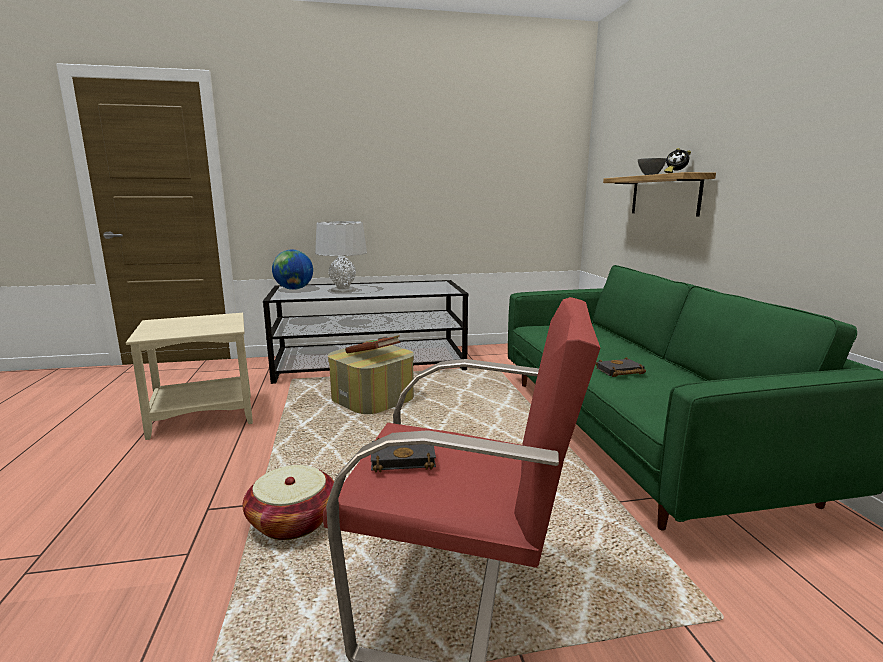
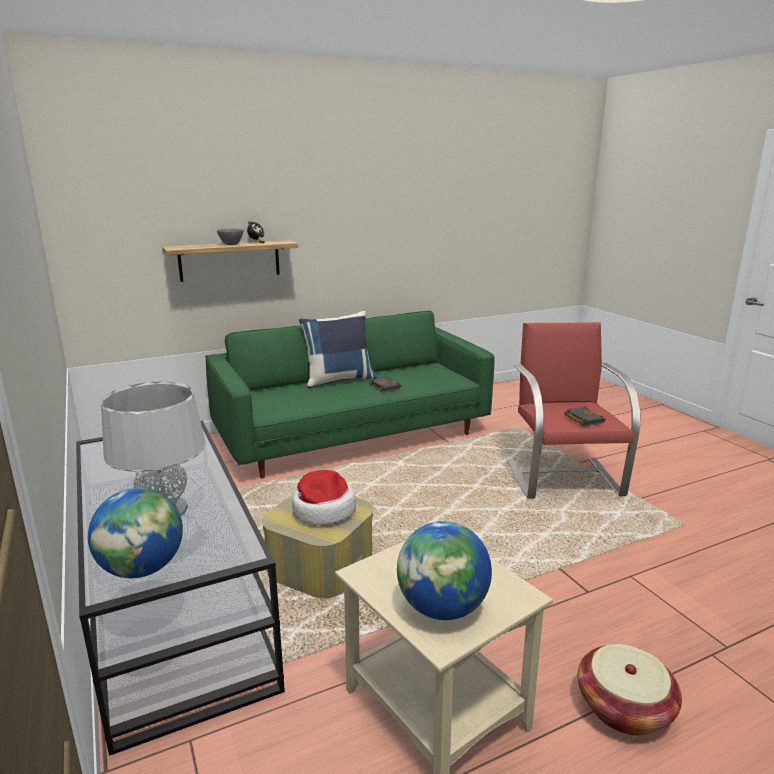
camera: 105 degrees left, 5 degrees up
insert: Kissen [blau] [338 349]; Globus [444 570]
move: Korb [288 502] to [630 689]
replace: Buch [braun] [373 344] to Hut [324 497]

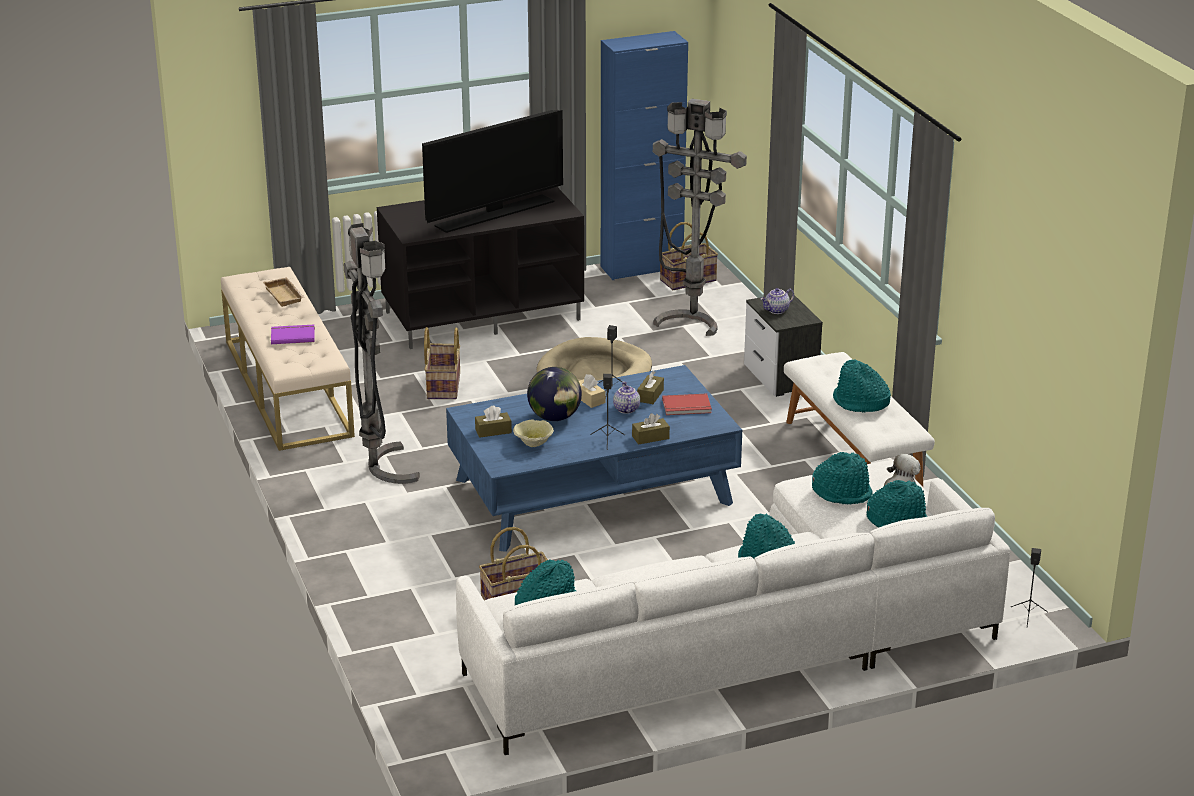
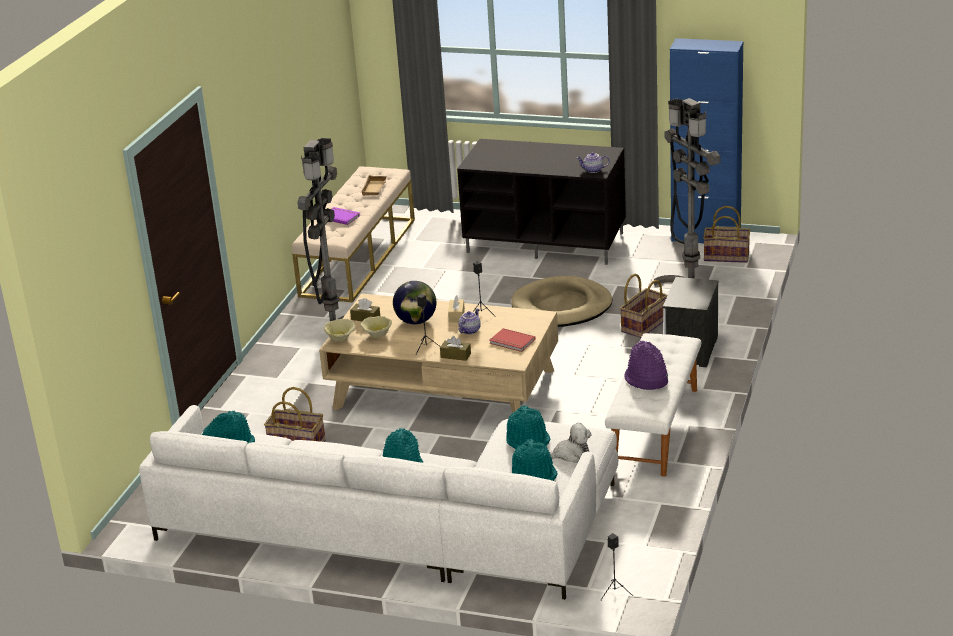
camera: 40 degrees right, 0 degrees up
delete: Fernseher [492 171]; Taschentuchbox [braun] [650 387]
insert: Schüssel [beige] [340 330]
move: Korb [442 363] to [644 306]; Teekanne [777 301] to [593 162]
recolor: Couchtisch [blau] [594 458] to Couchtisch [beige] [438 352]; Hut [türkis] [862 386] to Hut [lila] [646 365]

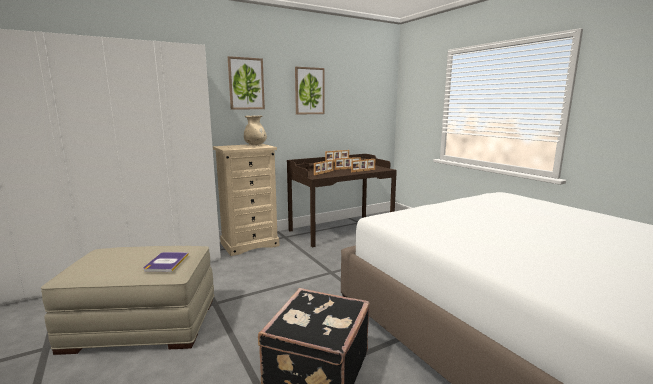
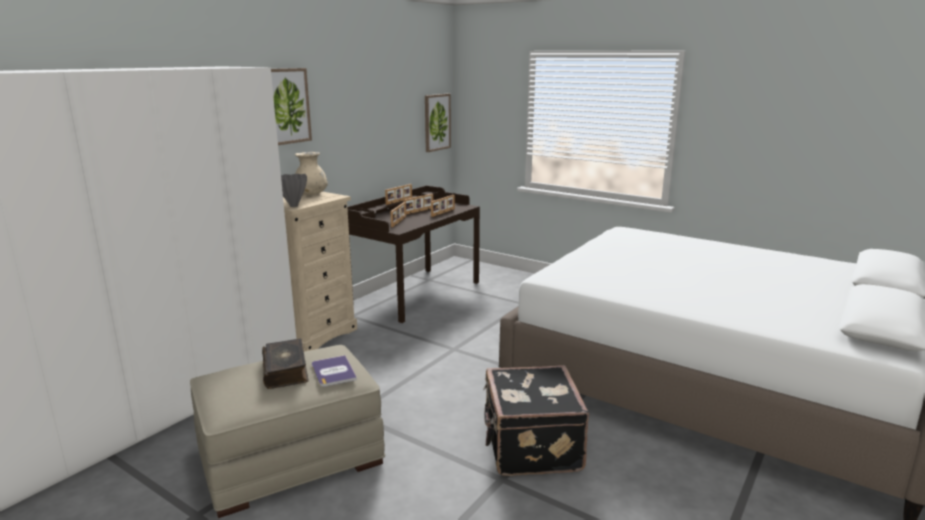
camera: 25 degrees left, 5 degrees up
insert: Buch [285 363]; Vase [grau] [294 190]
move: Bild [310 91] to [438 123]

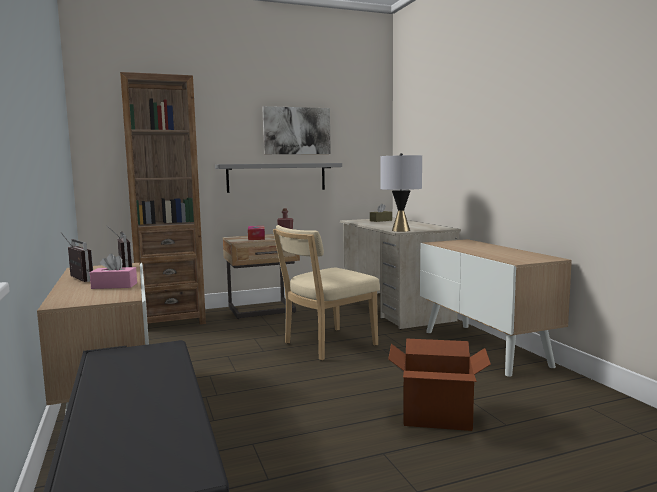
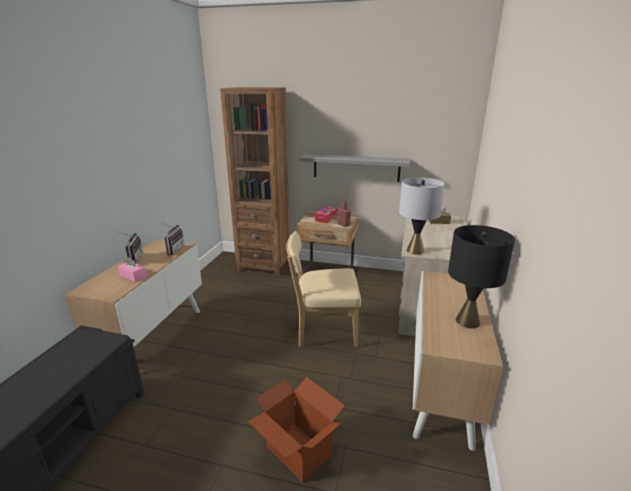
camera: 35 degrees right, 15 degrees up
delete: Bild [296 130]
insert: Tischlampe [schwarz] [481 276]

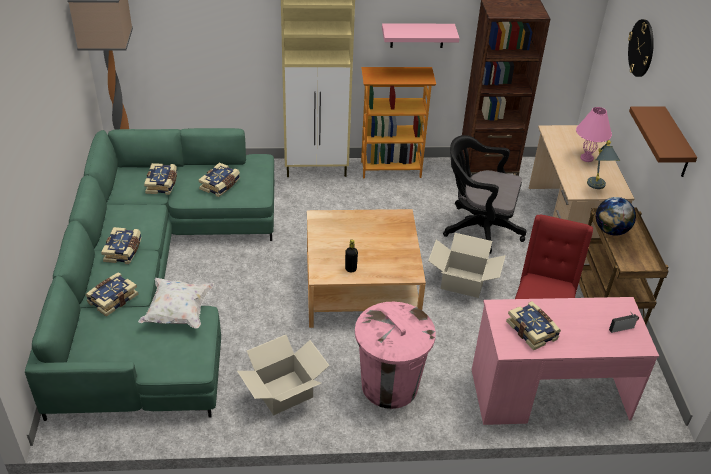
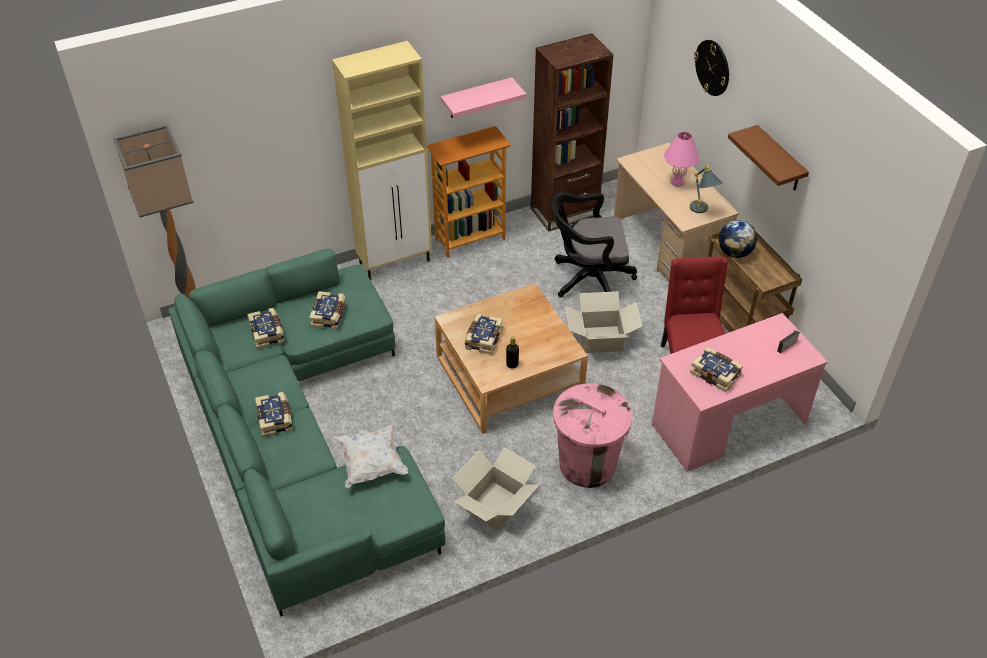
camera: 20 degrees left, 5 degrees up
move: Buch [112 294] to [484 334]

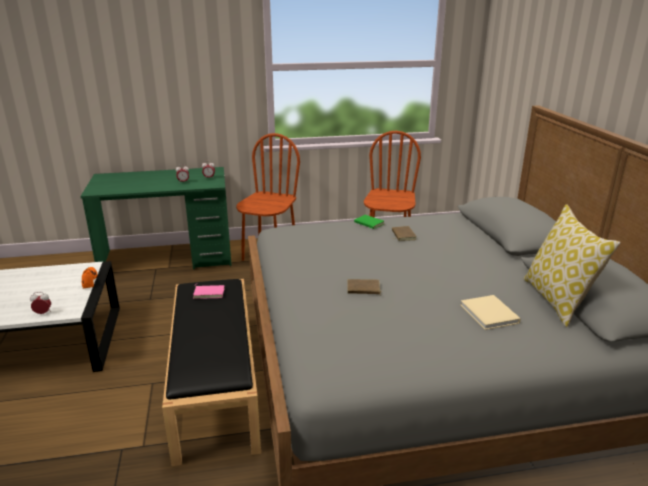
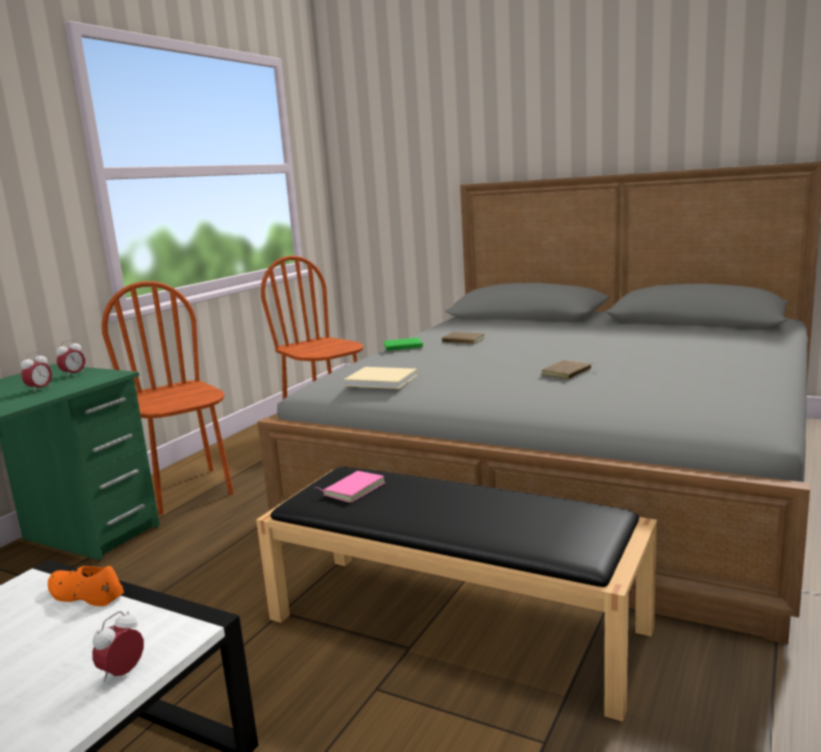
camera: 50 degrees left, 10 degrees down
delete: Kissen [571 265]
move: Buch [beige] [491 312] to [381 378]

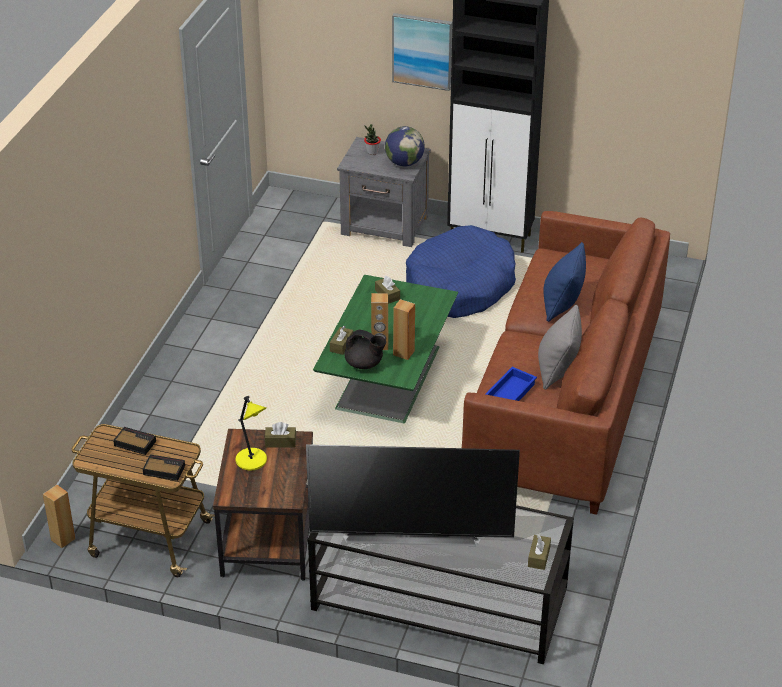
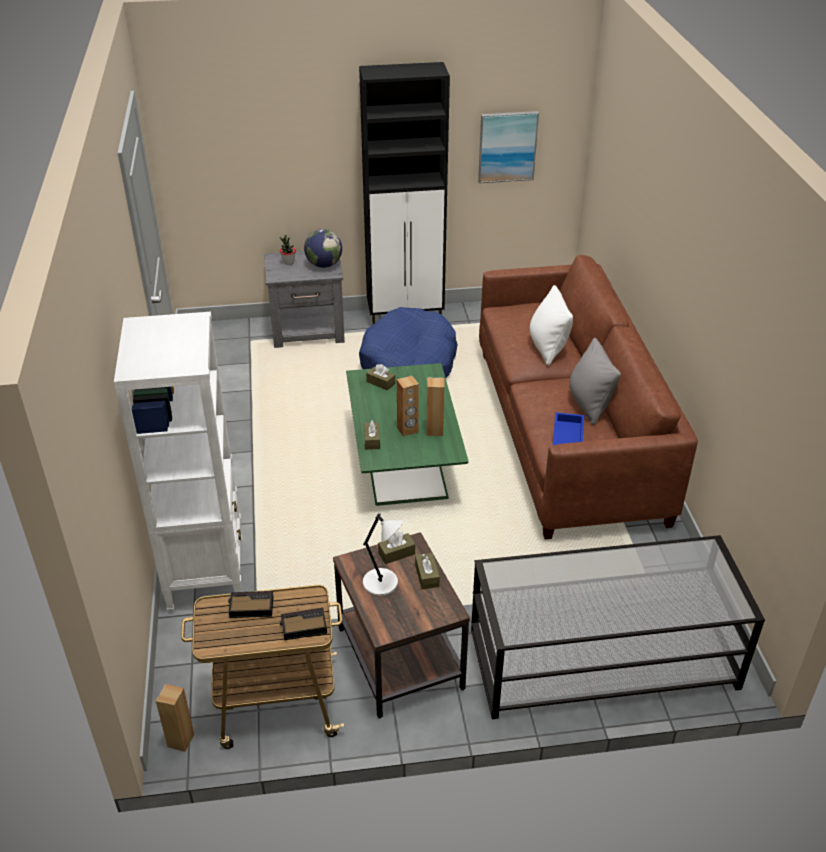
camera: 25 degrees left, 0 degrees up
delete: Fernseher [413 495]; Teekanne [schwarz] [365 349]
insert: Bücherregal [weiß] [178 462]
move: Bild [422 52] to [508 147]; Taschentuchbox [braun] [539 552] to [427 571]
recolor: Tischlampe [gelb] [251 433] to Tischlampe [weiß] [383 554]; Kissen [blau] [564 282] to Kissen [weiß] [551 325]

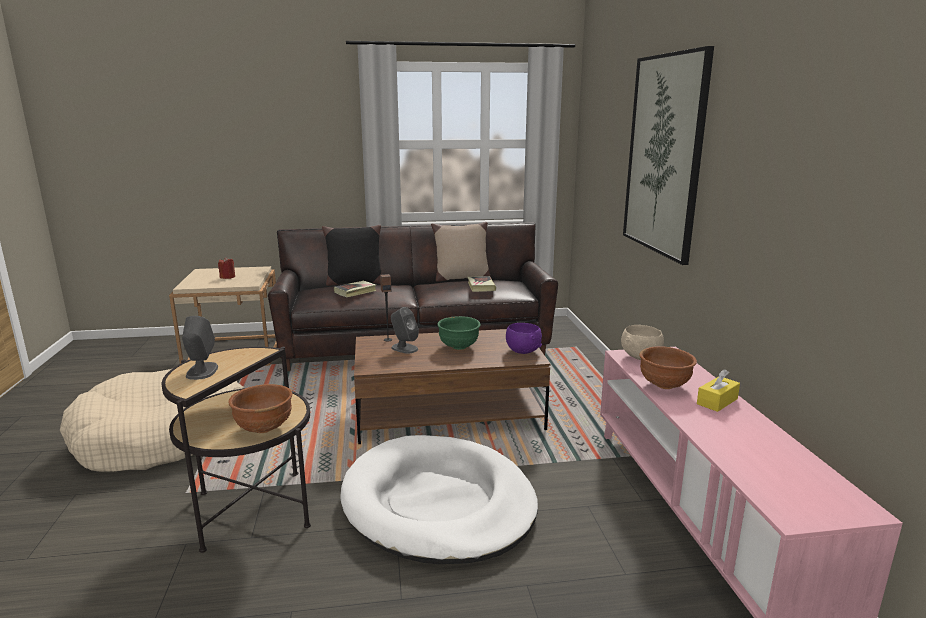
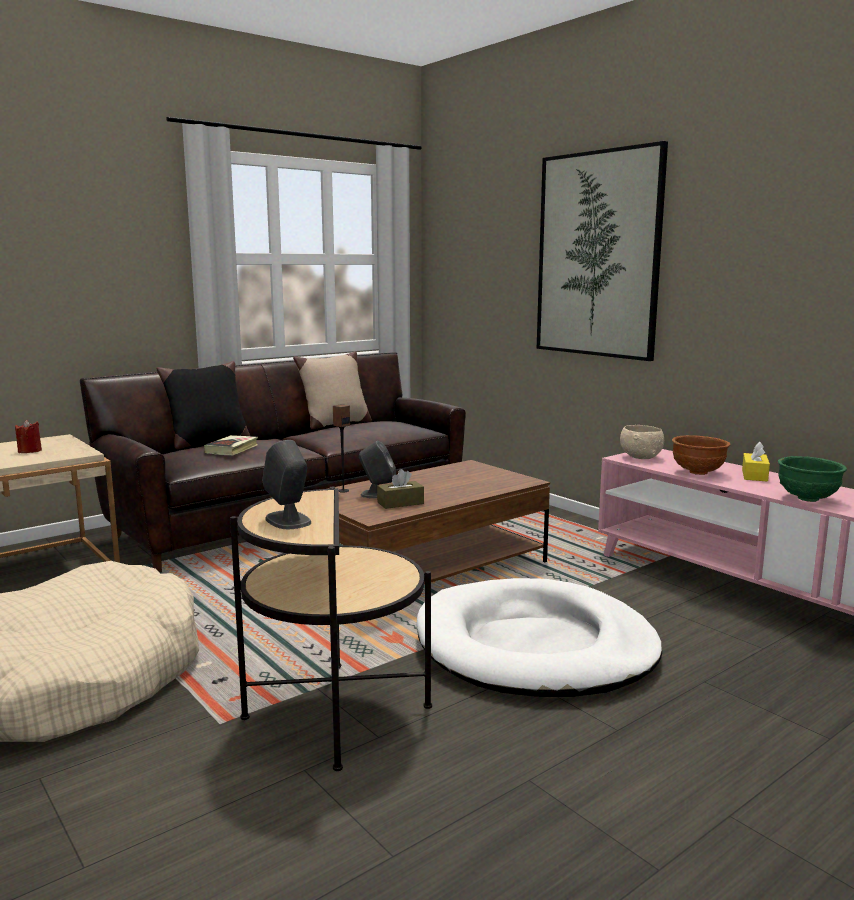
camera: 30 degrees left, 5 degrees down
delete: Schüssel [braun] [260 408]; Buch [481 284]; Schüssel [lila] [524 338]
insert: Taschentuchbox [braun] [400 489]
move: Schüssel [grün] [459 333] to [812 479]

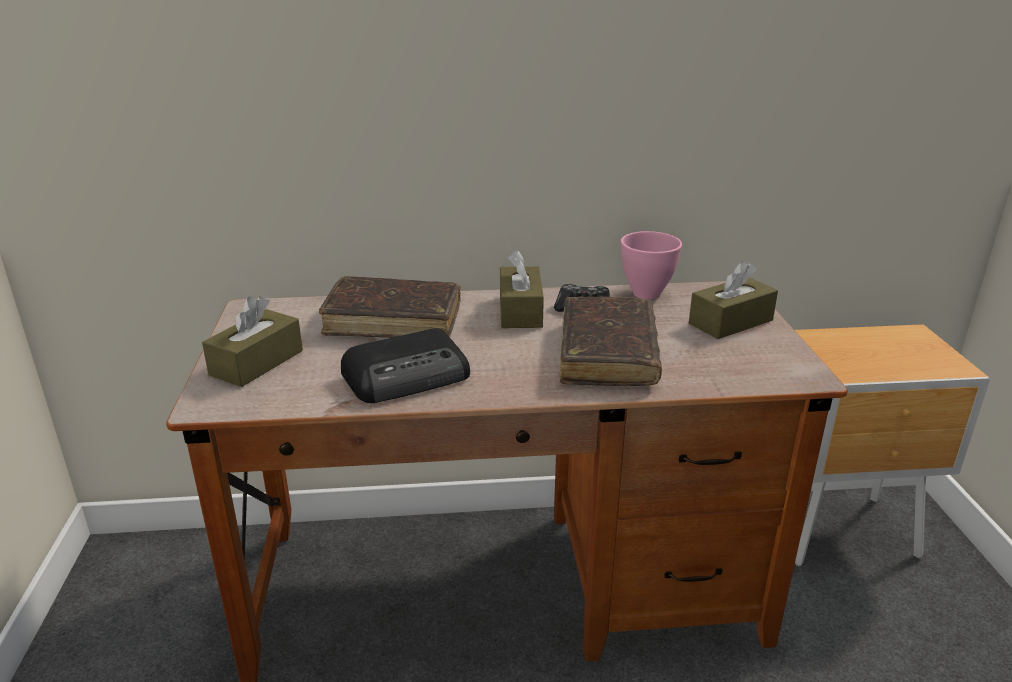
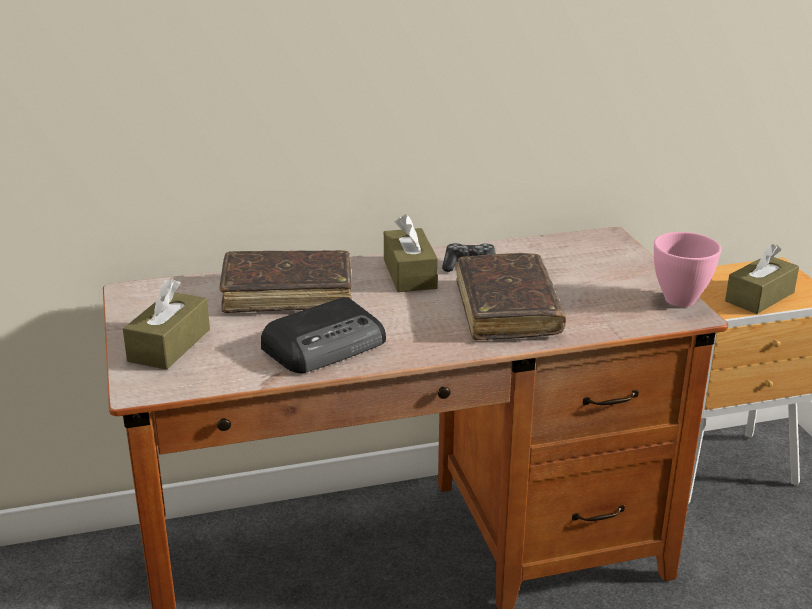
camera: 10 degrees left, 0 degrees up
move: Schüssel [rosa] [651 265] to [687 269]; Taschentuchbox [braun] [733 300] to [762 279]

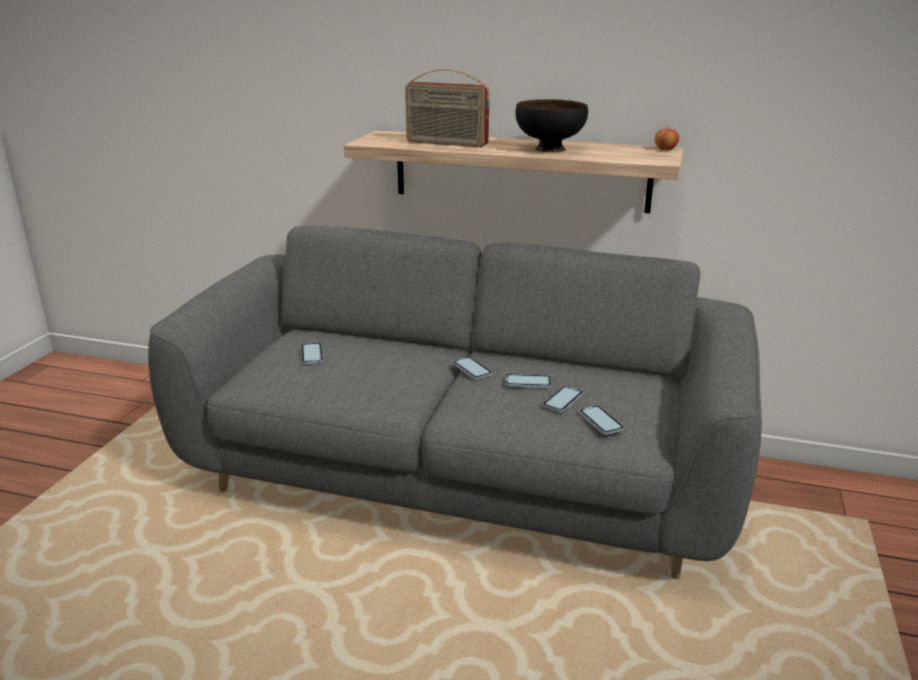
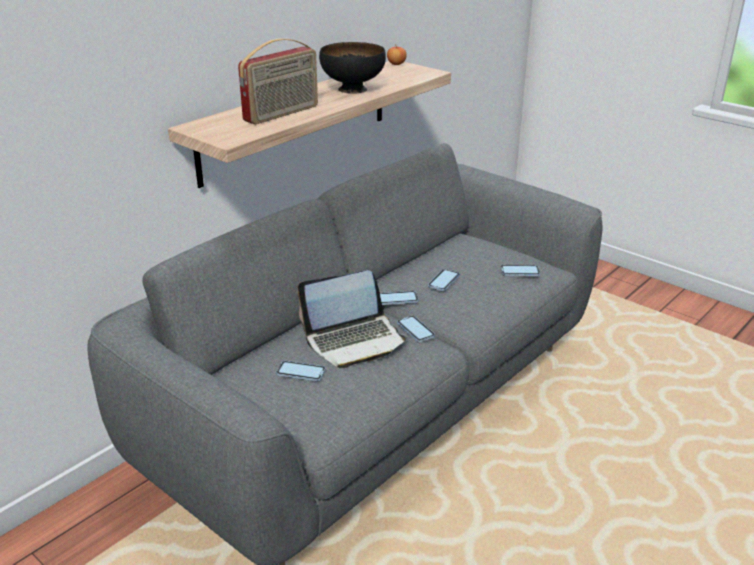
camera: 65 degrees left, 5 degrees up
insert: Laptop [353 319]
move: Handy [562 399] to [416 329]

